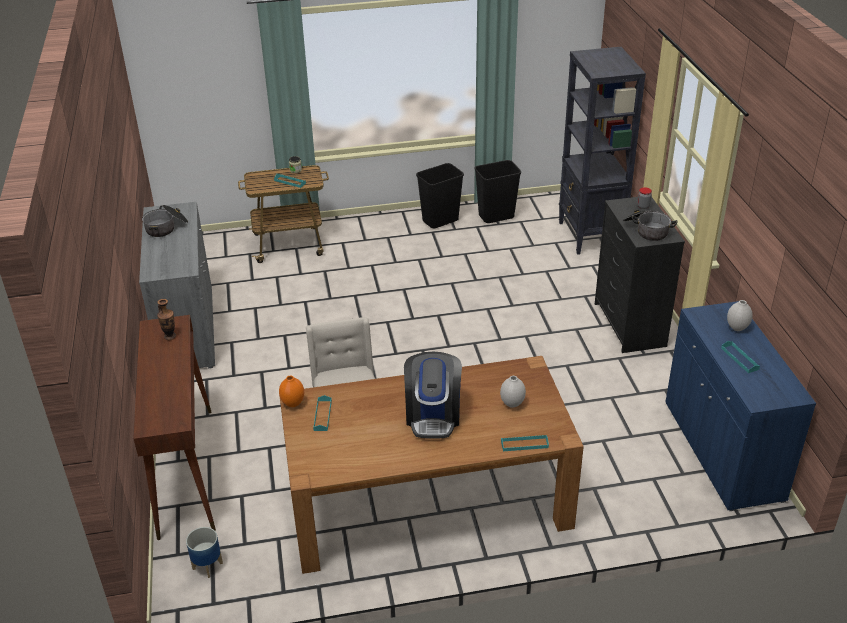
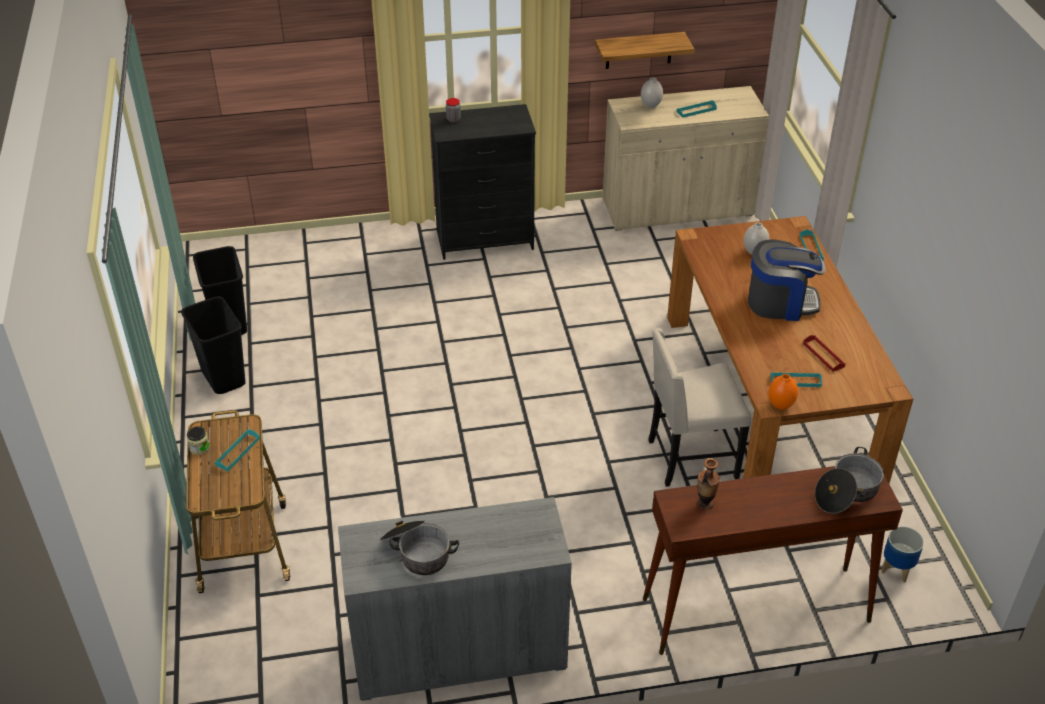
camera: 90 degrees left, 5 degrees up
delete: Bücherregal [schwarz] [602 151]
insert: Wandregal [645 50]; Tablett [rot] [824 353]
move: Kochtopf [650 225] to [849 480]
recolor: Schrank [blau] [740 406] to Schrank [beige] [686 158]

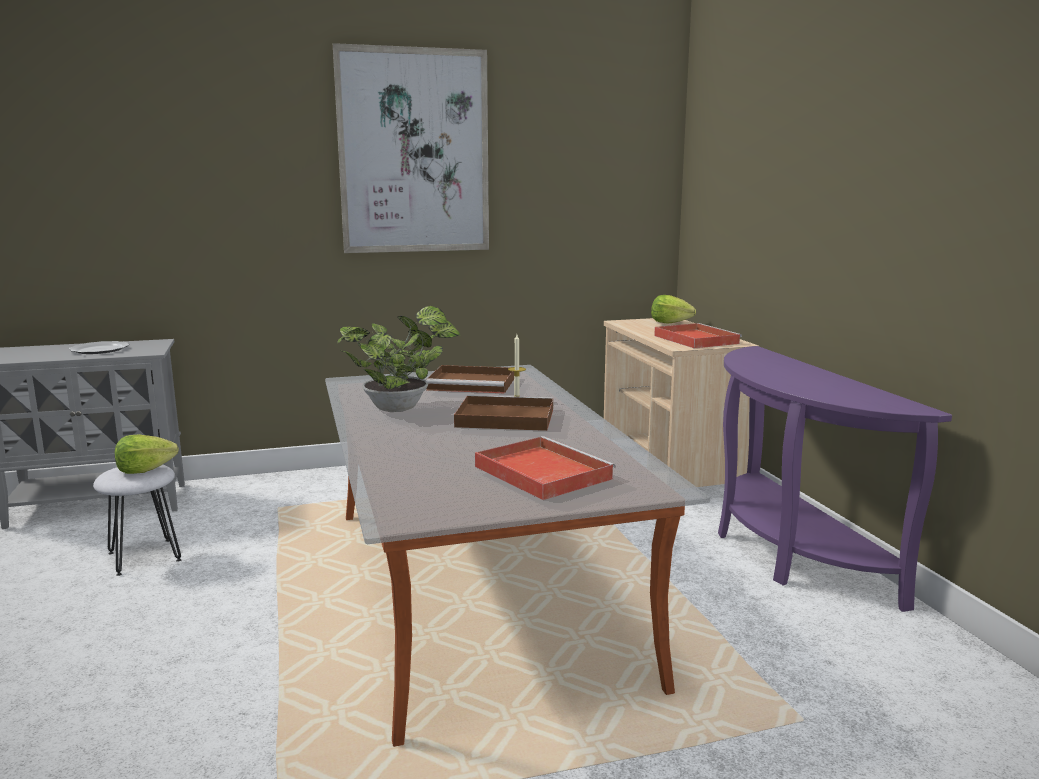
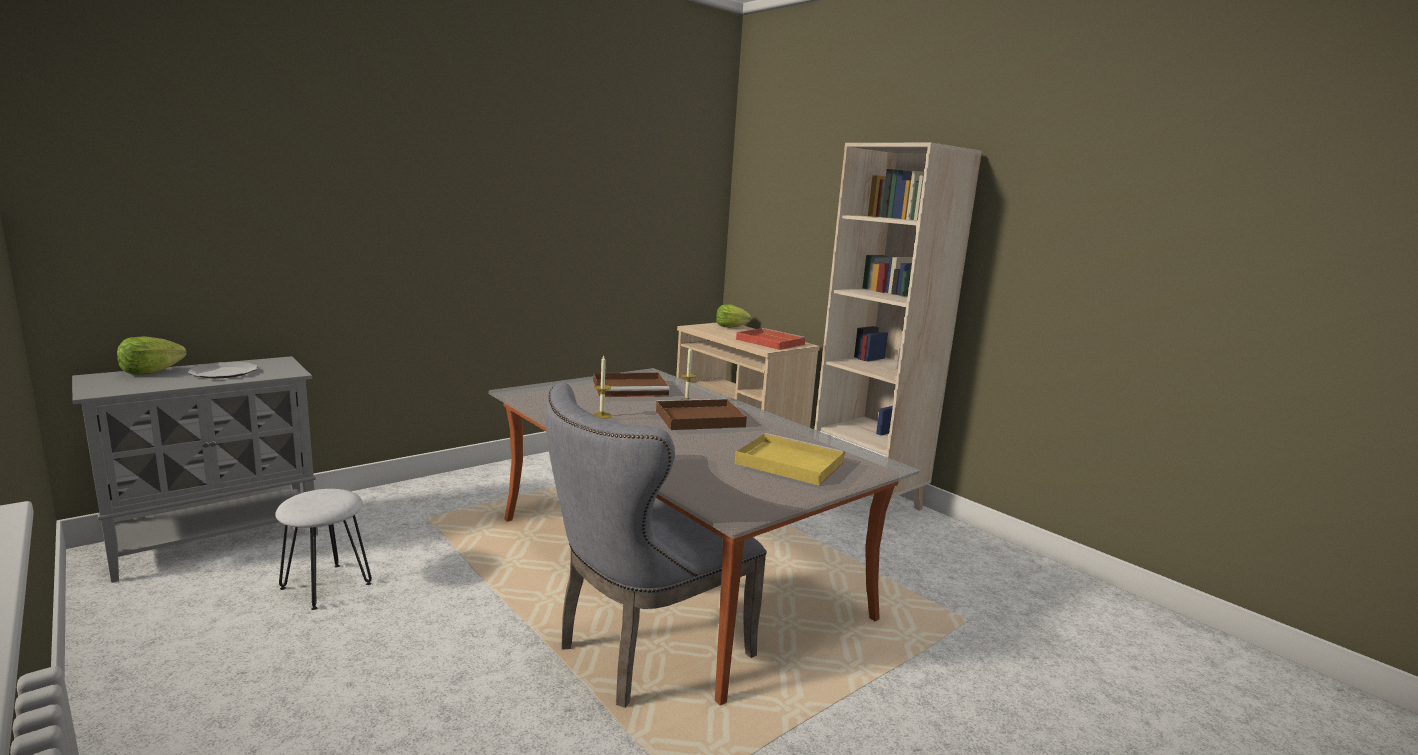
camera: 25 degrees left, 0 degrees up
delete: Bild [411 148]
insert: Stuhl [grau] [656 545]
move: Salatkopf [147 454] to [152 355]
replace: Topfpflanze [398 359] to Kerze [602 387]; Konsolentisch [lila] [835 479] to Bücherregal [beige] [898 327]
recolor: Tablett [rot] [545 468] to Tablett [gelb] [789 459]

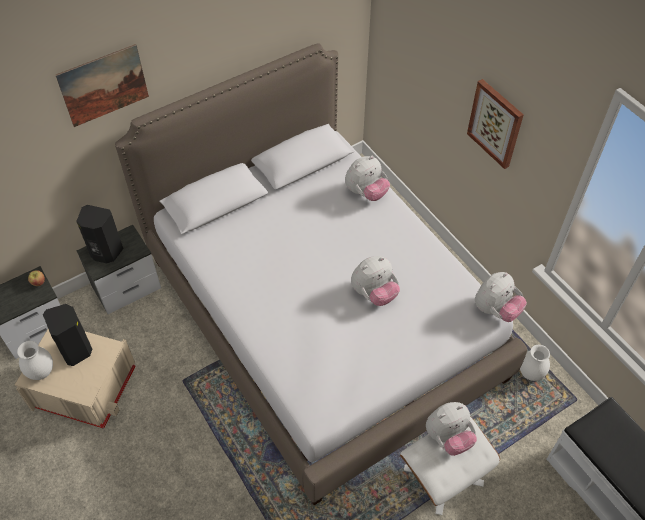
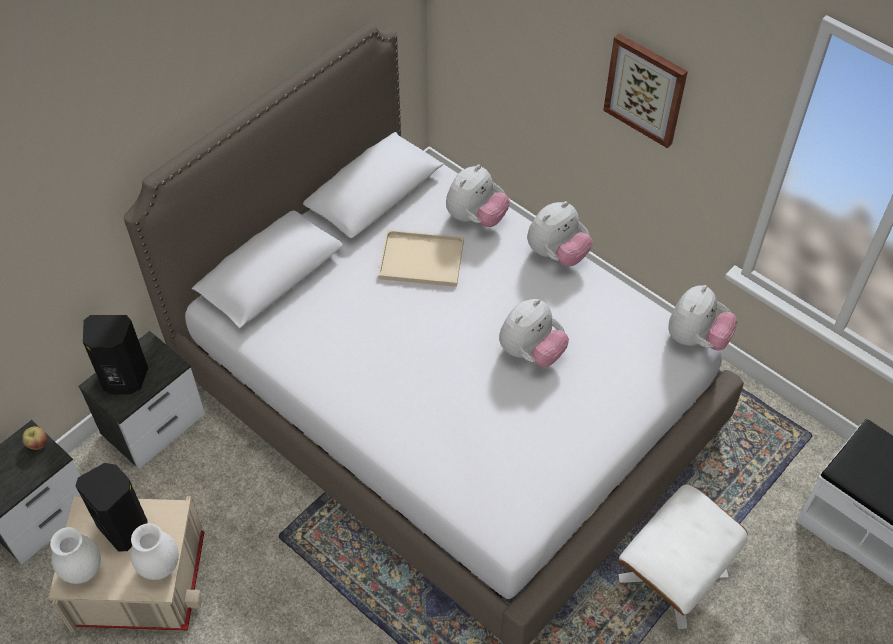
camera: 15 degrees left, 0 degrees up
delete: Bild [102 85]
insert: Tablett [beige] [421 258]
move: Plüschtier [451 429] to [560 233]; Vase [weiß] [535 363] to [154 551]

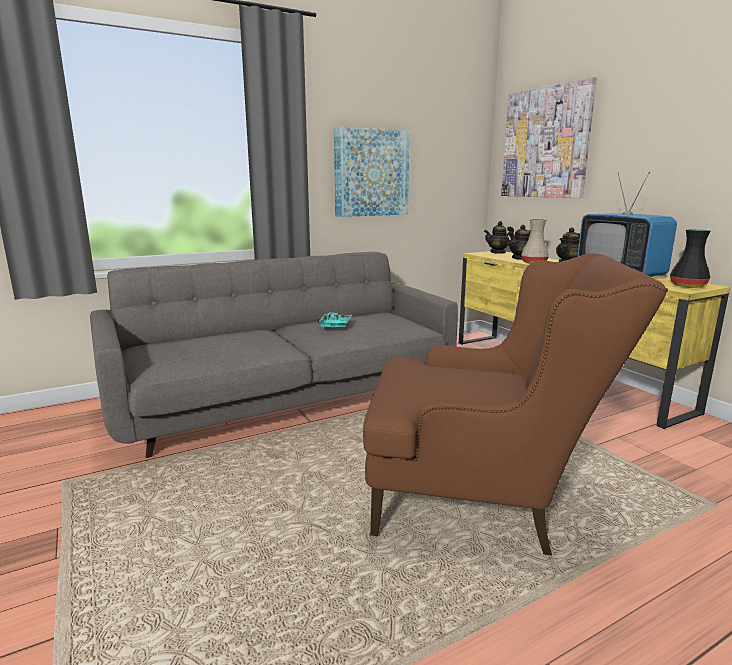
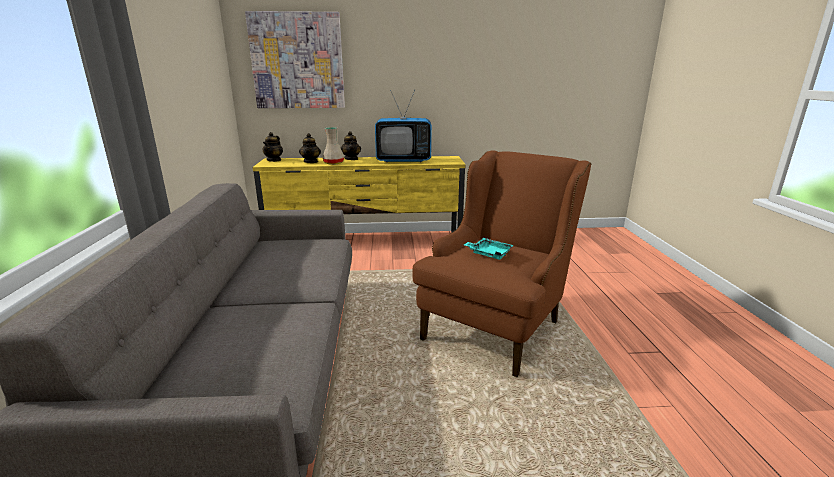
camera: 65 degrees left, 5 degrees up
delete: Bild [372 171]; Vase [schwarz] [690 258]
move: Tablett [türkis] [334 320] to [489 249]

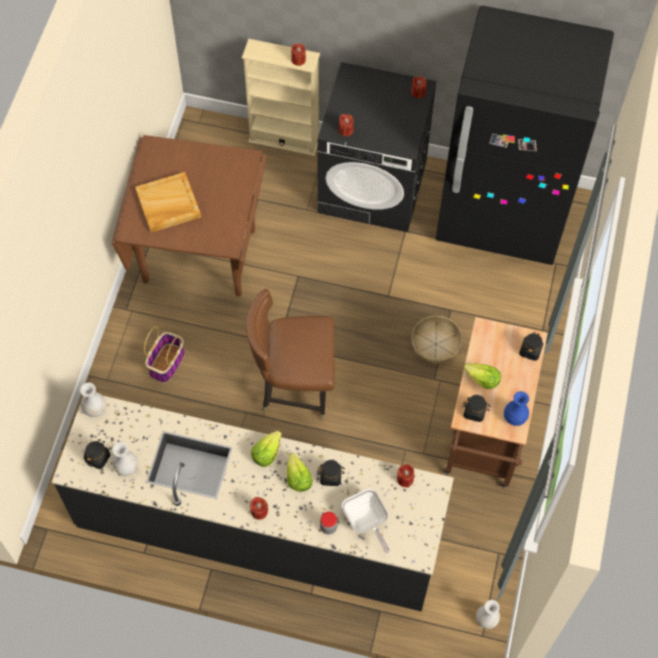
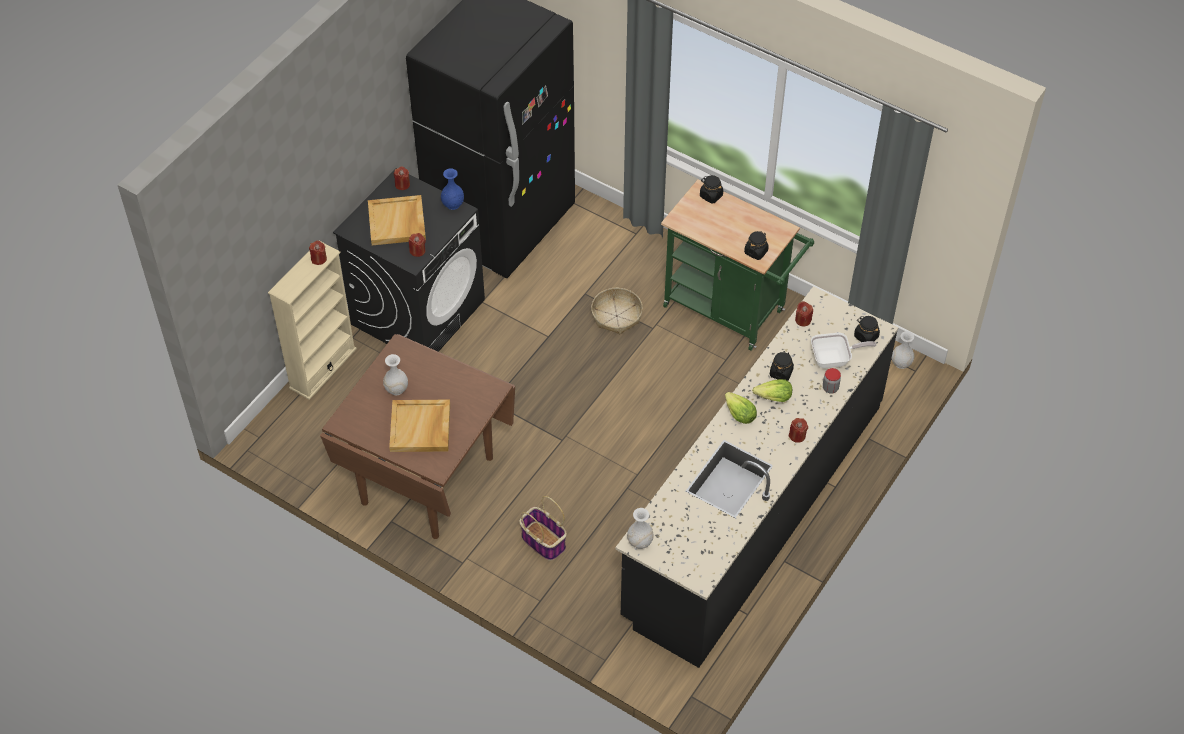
camera: 70 degrees left, 10 degrees down
delete: Stuhl [braun] [290 354]; Salatkopf [482 376]
insert: Tablett [beige] [397 220]
move: Vorratsglas [schwarz] [97 454] to [867 329]; Vase [weiß] [125 459] to [395 374]; Vase [blau] [516 408] to [452 189]
recolor: Rollwagen [braun] [495 403] to Rollwagen [grün] [737 265]

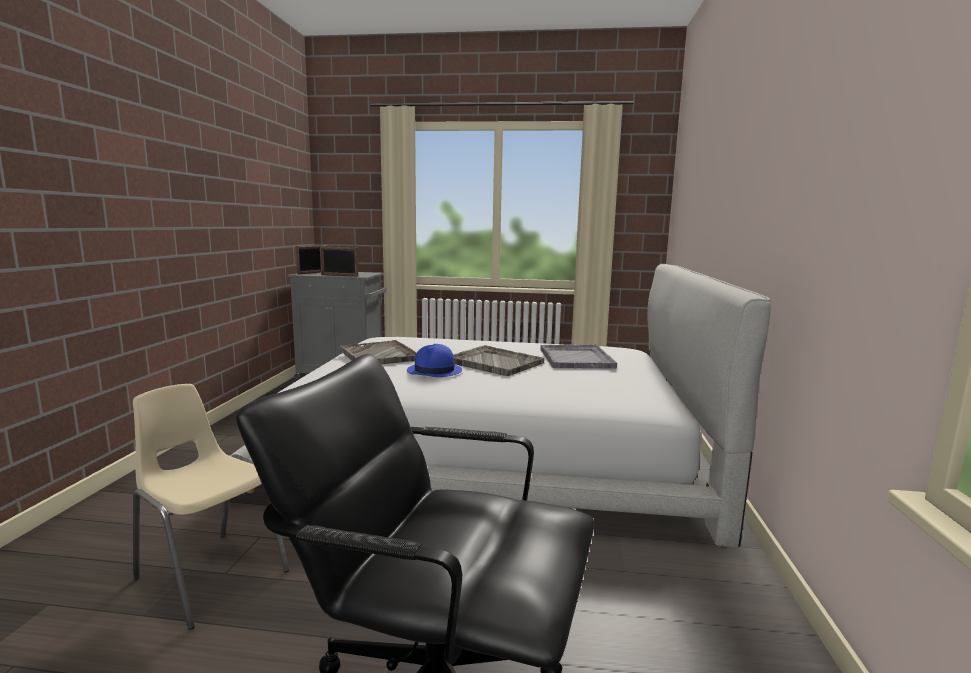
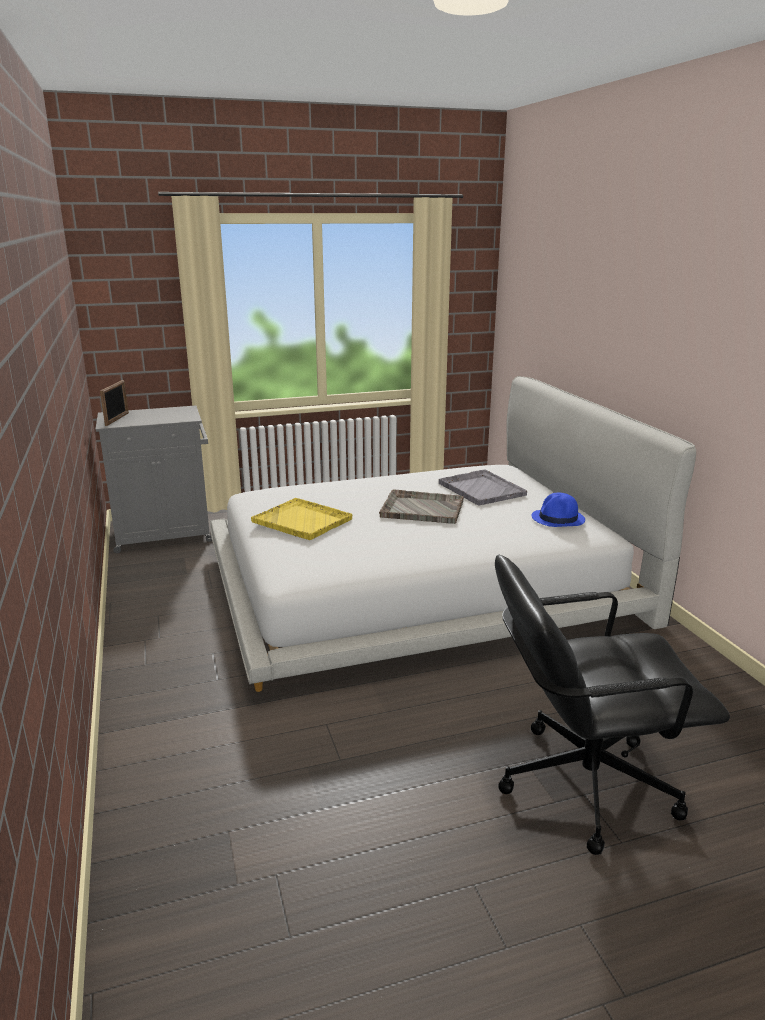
camera: 25 degrees left, 10 degrees up
delete: Stuhl [beige] [211 507]; Bilderrahmen [339 262]
move: Hut [blau] [434 360] to [558 510]
recolor: Tablett [grau] [378 352] to Tablett [gelb] [302 519]

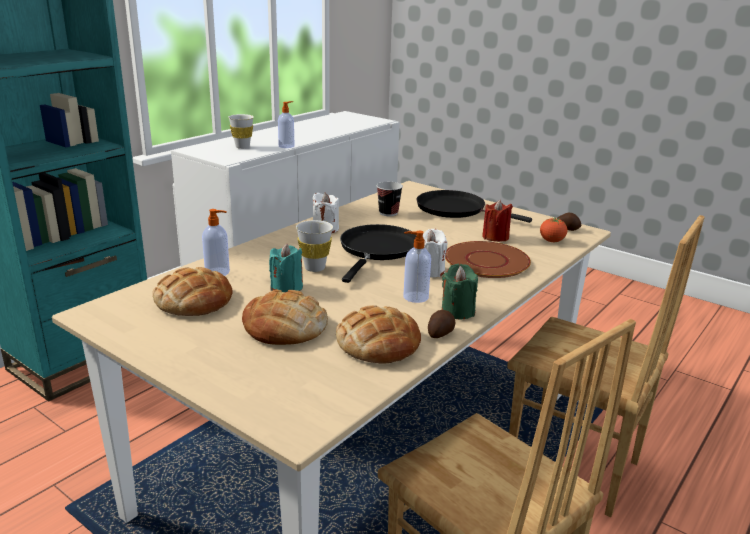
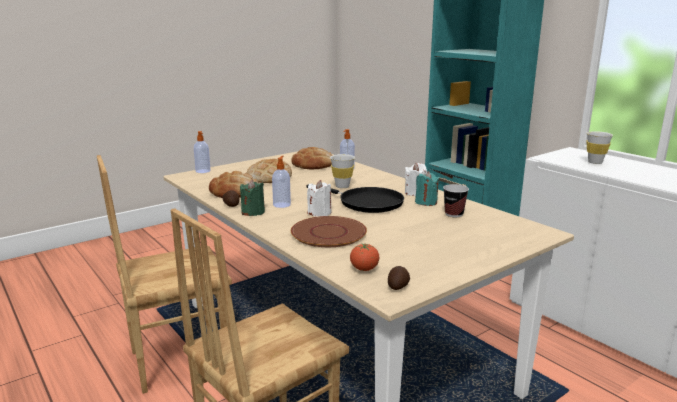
camera: 105 degrees right, 5 degrees down
delete: Pfanne [schwarz] [474 206]; Kerze [rot] [497 221]
move: Kerze [türkis] [286 267] to [427 188]; Seifenspender [286 124] to [202 152]

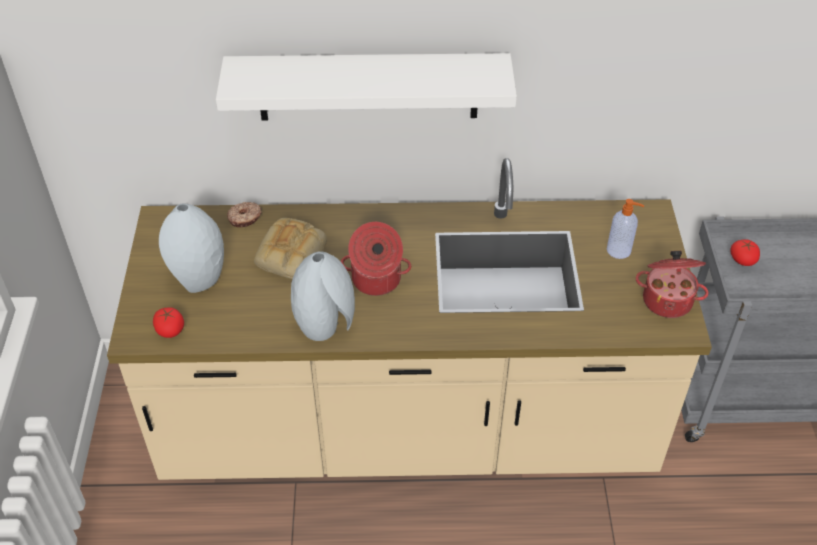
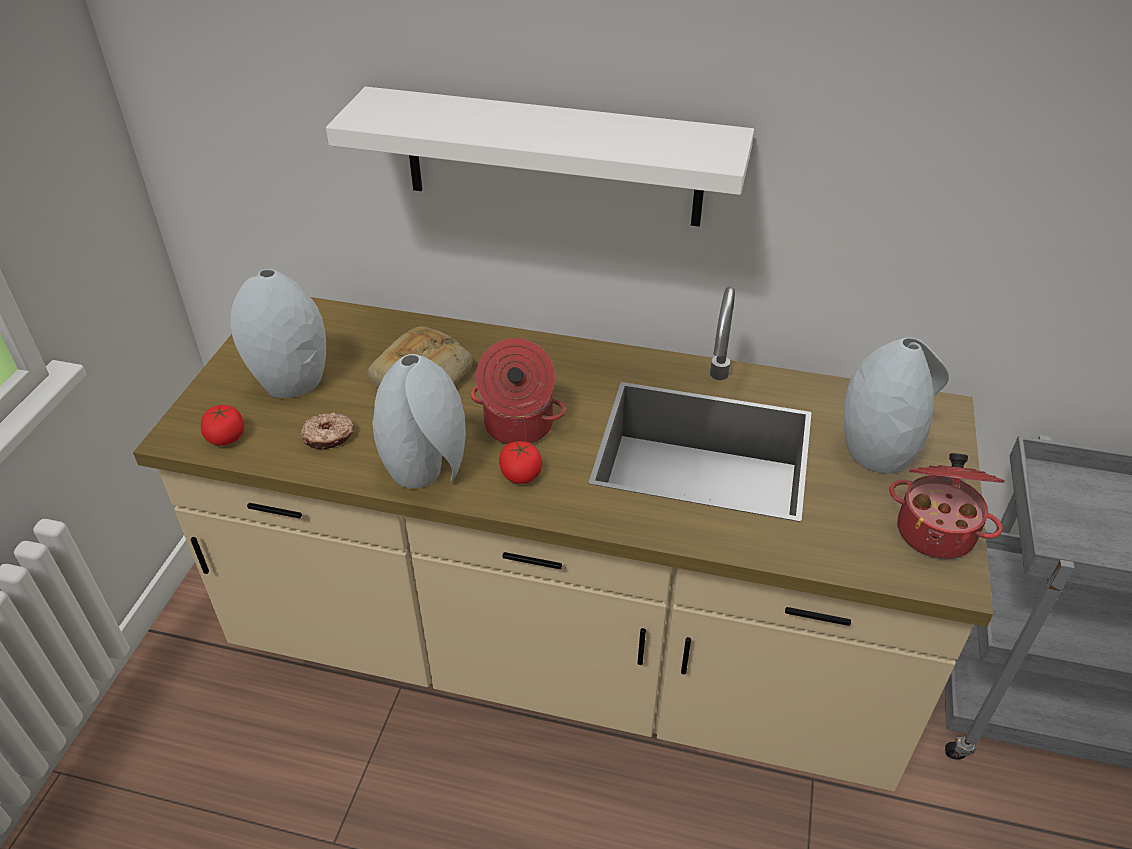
camera: 15 degrees right, 5 degrees down
move: Donut [244 214] to [327 431]; Tomate [745 252] to [520 462]
replace: Seifenspender [625 229] to Vase [grau] [896 405]

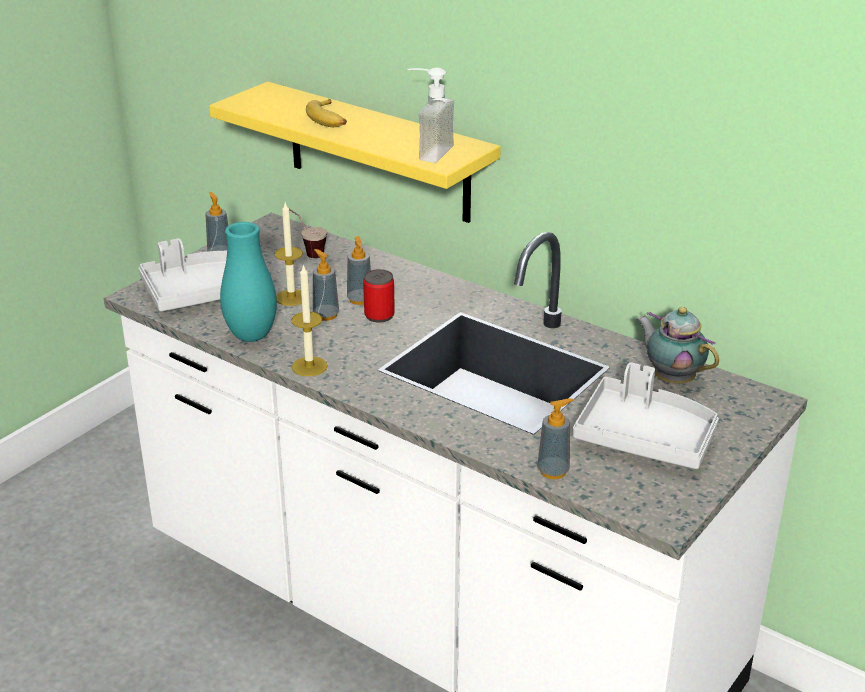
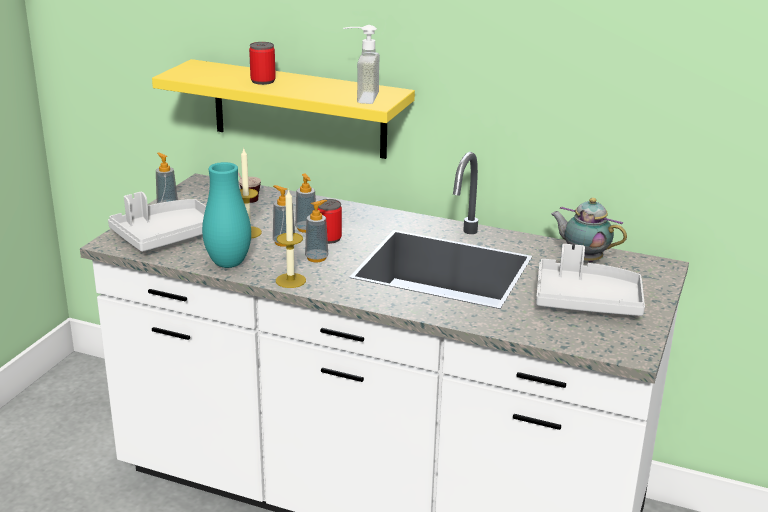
camera: 15 degrees left, 5 degrees down
move: Seifenspender [555 438] to [316 231]
replace: Banane [326 113] to Dose [262 63]

